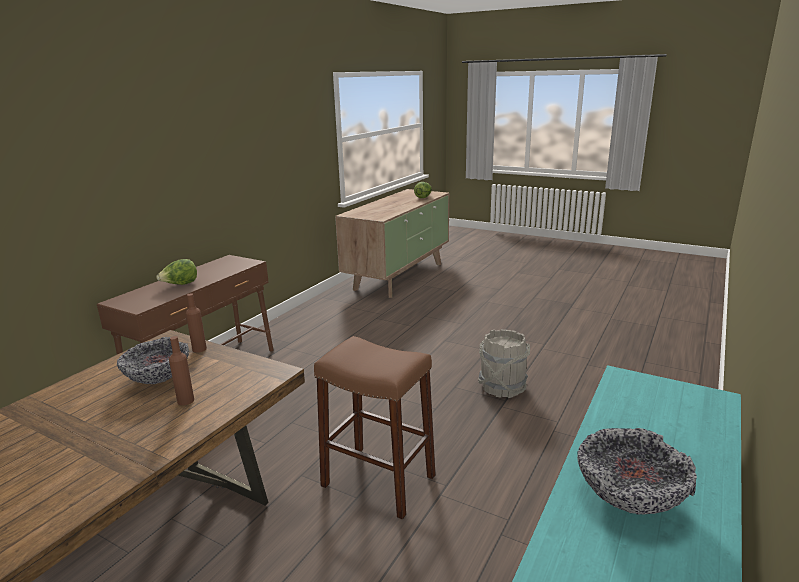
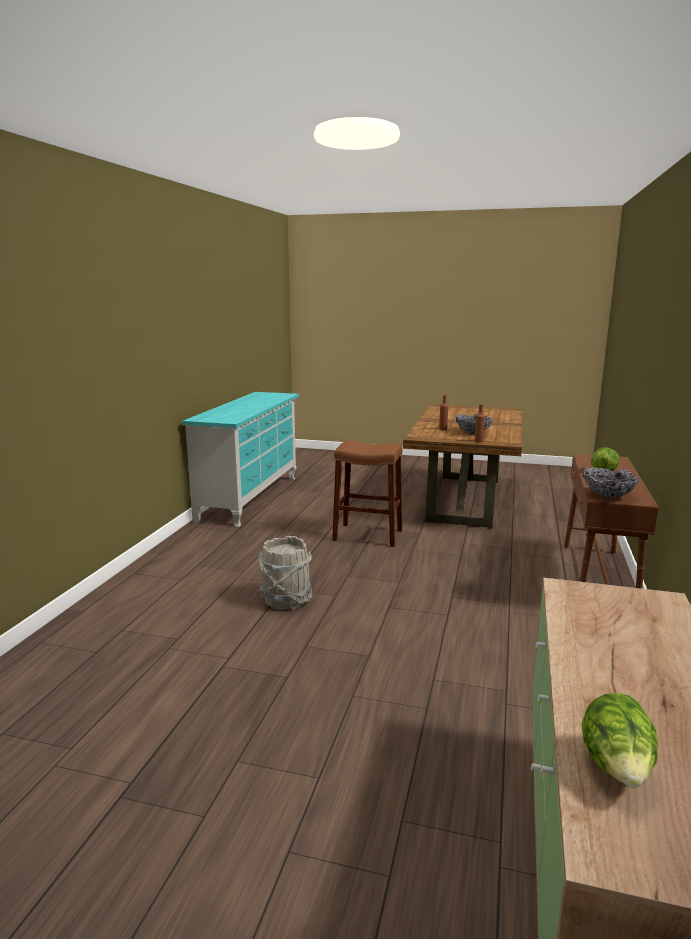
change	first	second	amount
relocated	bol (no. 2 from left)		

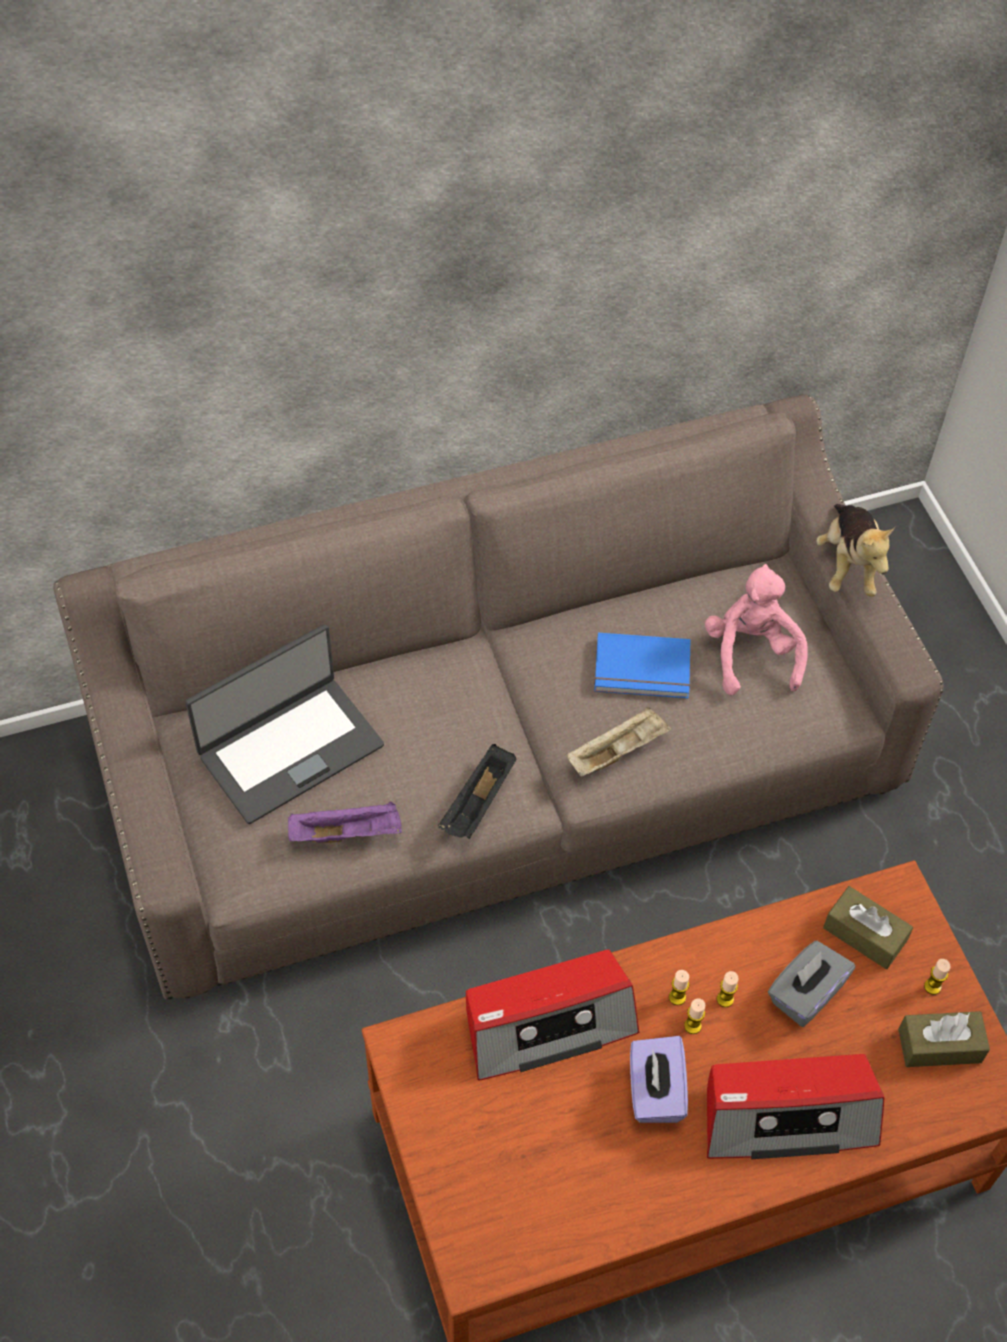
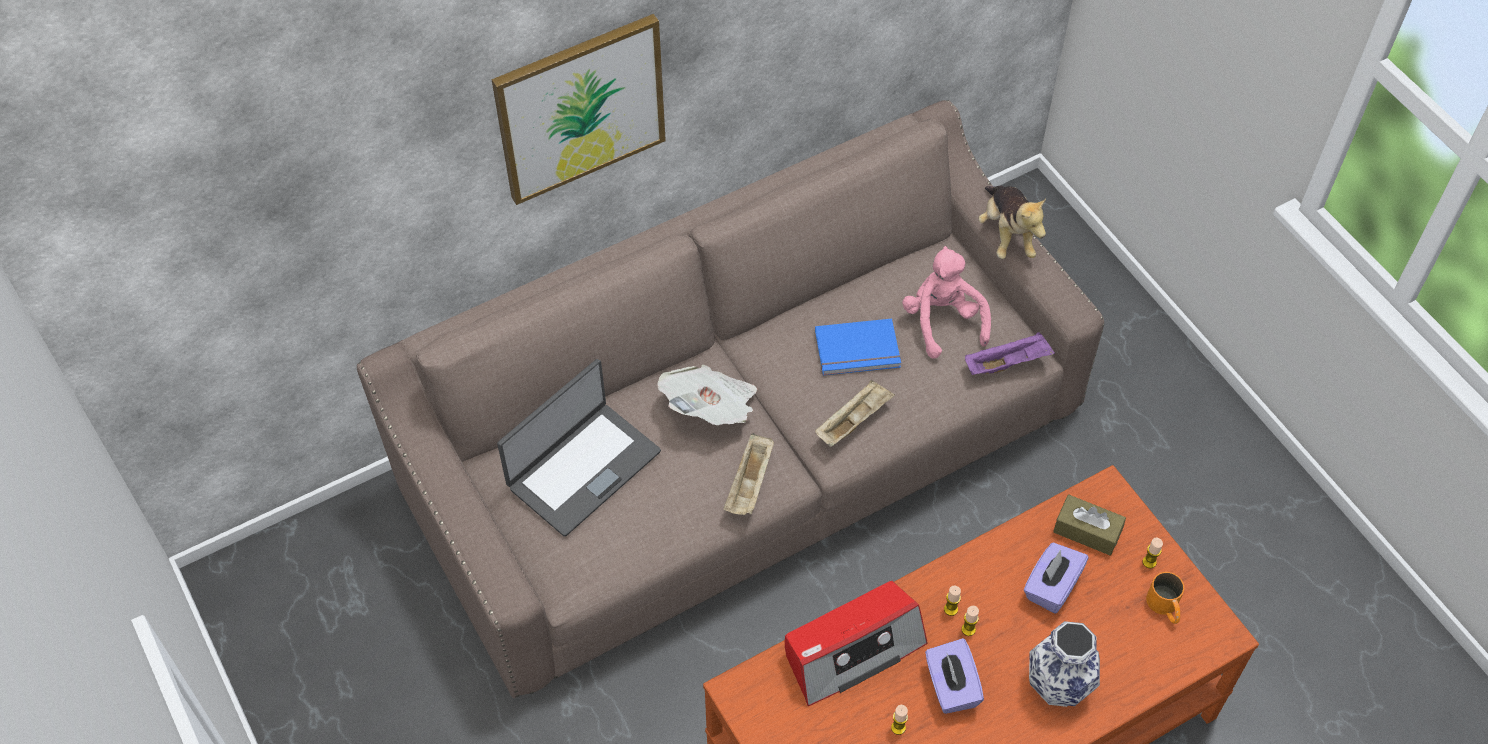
change	first	second	amount
appeared		tableau	
appeared		journal	
colour	plateau [noir]	plateau [beige] (no. 1 from left)	
relocated	bougie (no. 3 from left in the first image)	bougie (no. 1 from left)	
relocated	plateau [violet]		
colour	boîte à mouchoirs [gris]	boîte à mouchoirs [violet] (no. 2 from left)	
exchanged	radio (no. 2 from left)	vase	
exchanged	boîte à mouchoirs [marron] (no. 2 from left)	mug [orange]	

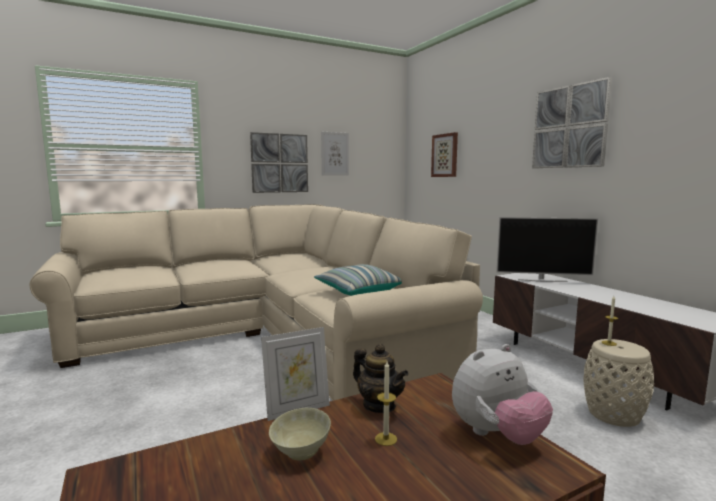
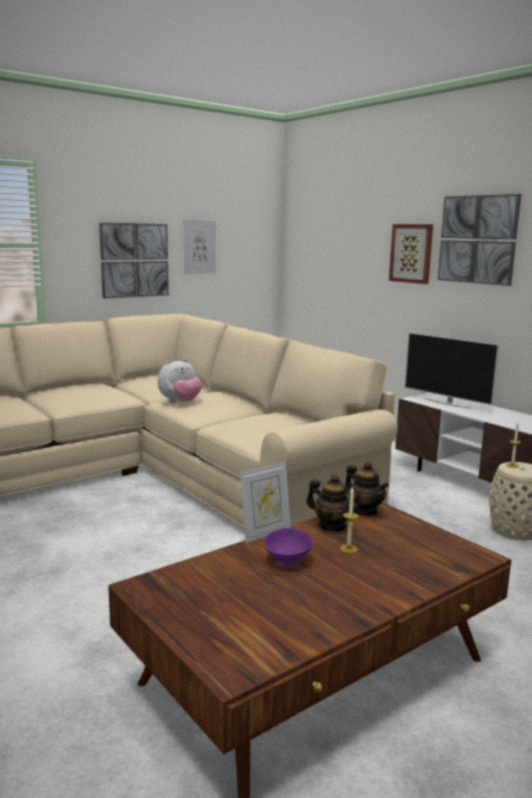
change	first	second	amount
relocated	peluche		
colour	bol [beige]	bol [violet]	
appeared		théière (no. 2 from left)	
relocated	tableau (no. 3 from left)		
spun	téléviseur		45 degrees clockwise
missing	coussin		

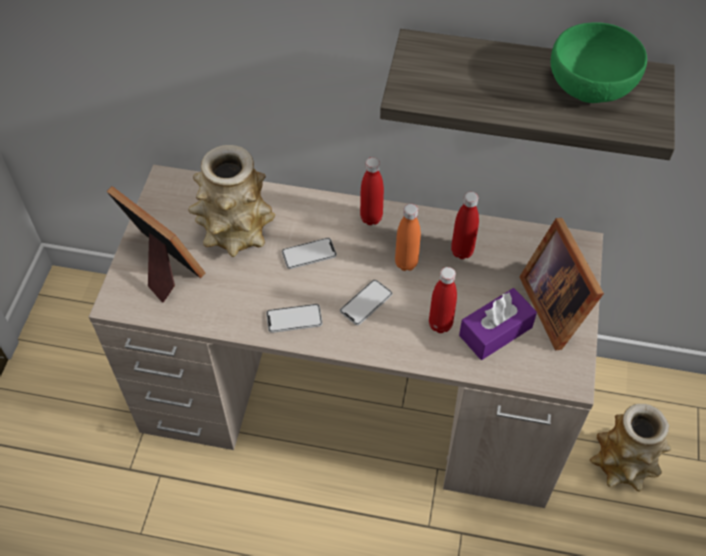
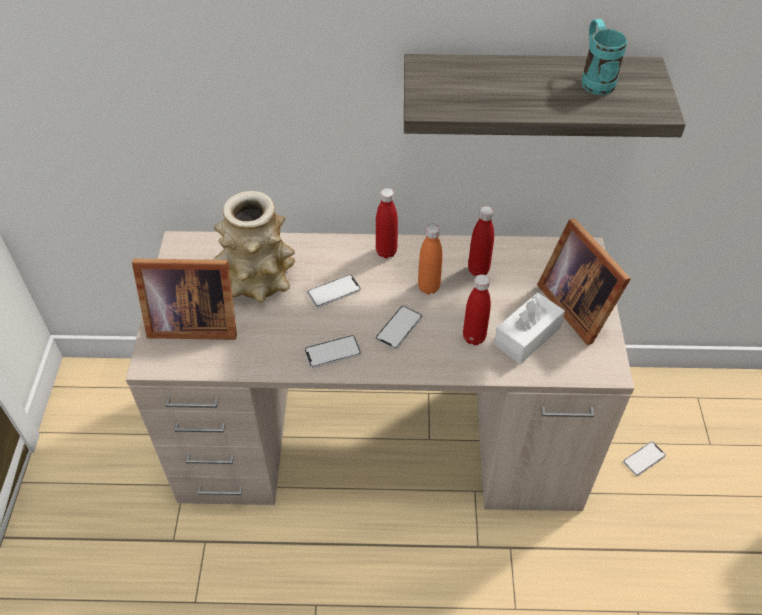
change	first	second	amount
spun	cadre photo (no. 1 from left)		150 degrees clockwise
colour	boîte à mouchoirs [violet]	boîte à mouchoirs [blanc]	
exchanged	bol [vert]	mug [turquoise]	
exchanged	vase (no. 2 from left)	téléphone (no. 4 from left)	

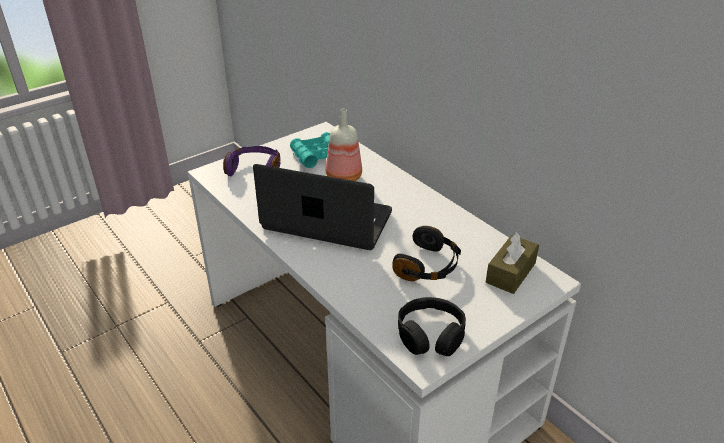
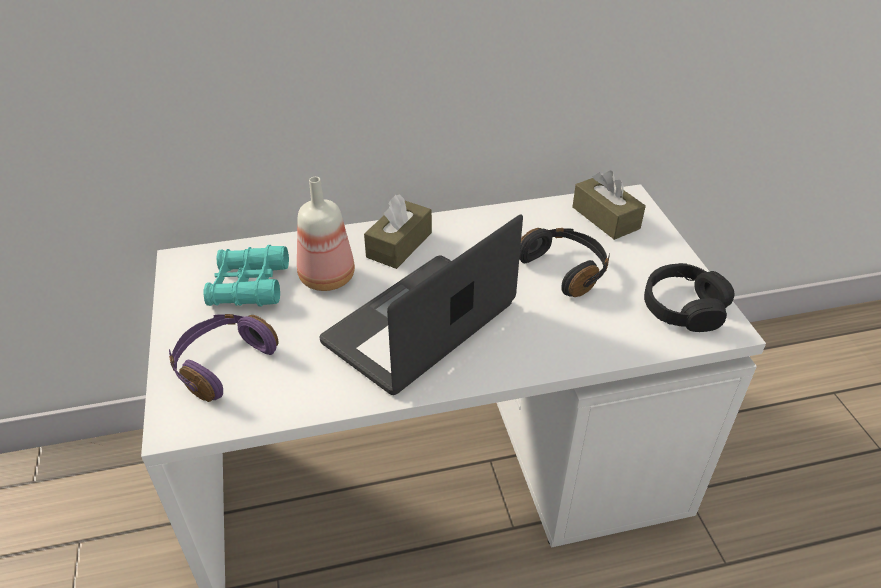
change	first	second	amount
appeared		boîte à mouchoirs [marron] (no. 1 from left)	

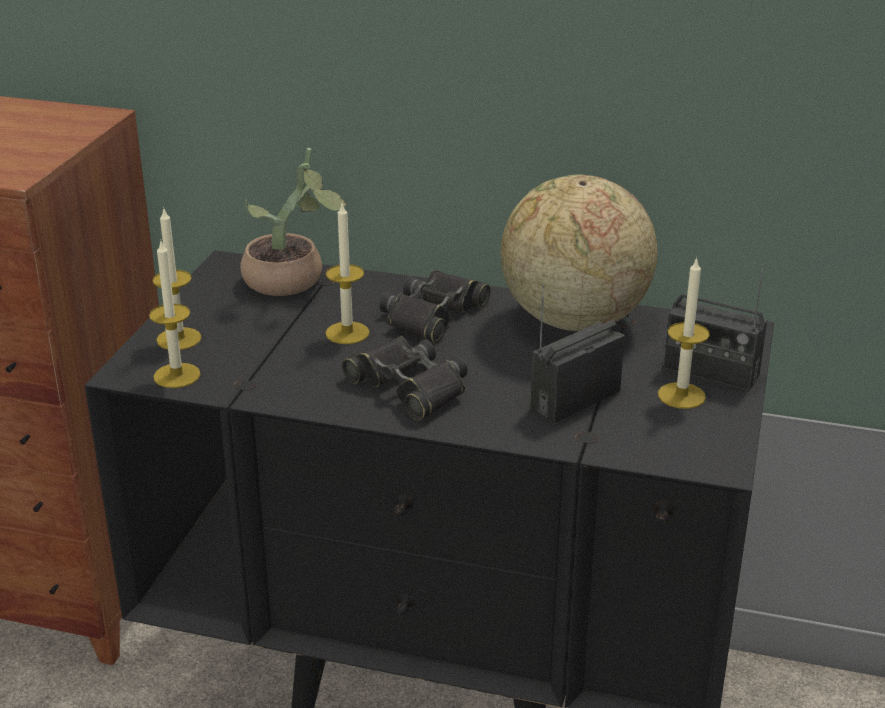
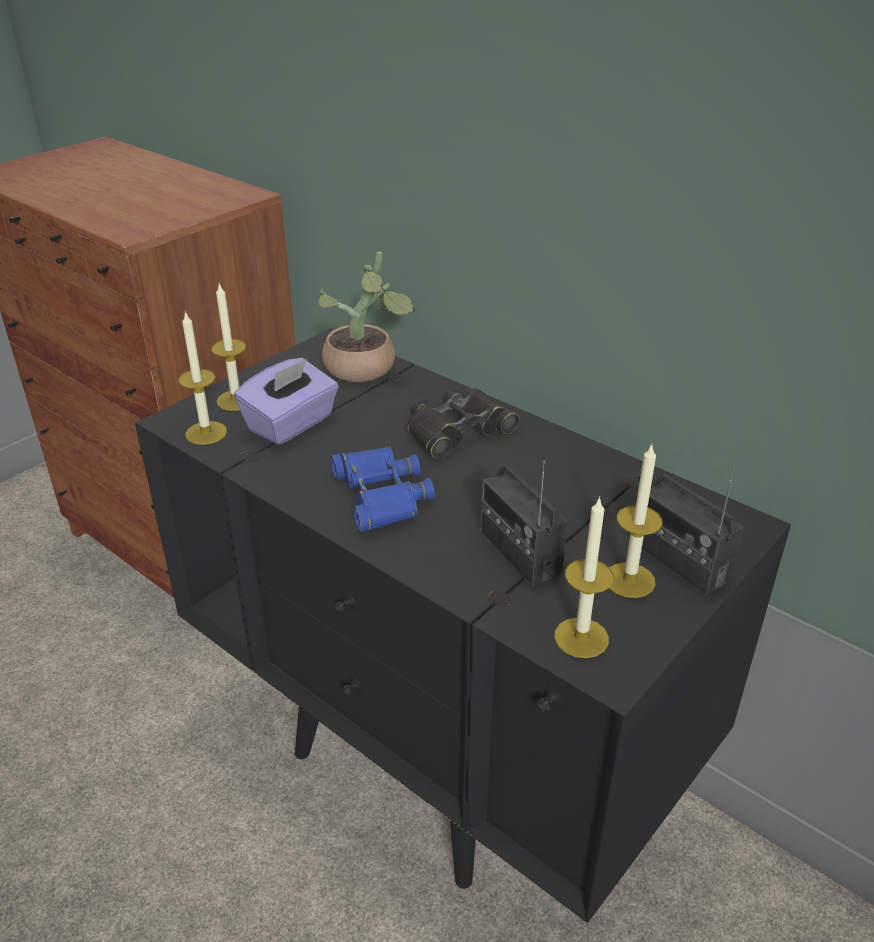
change	first	second	amount
appeared		boîte à mouchoirs [violet]	
colour	jumelles [noir] (no. 1 from left)	jumelles [bleu]	
spun	radio (no. 1 from left)		105 degrees counterclockwise
relocated	bougie (no. 3 from left)		
missing	globe		

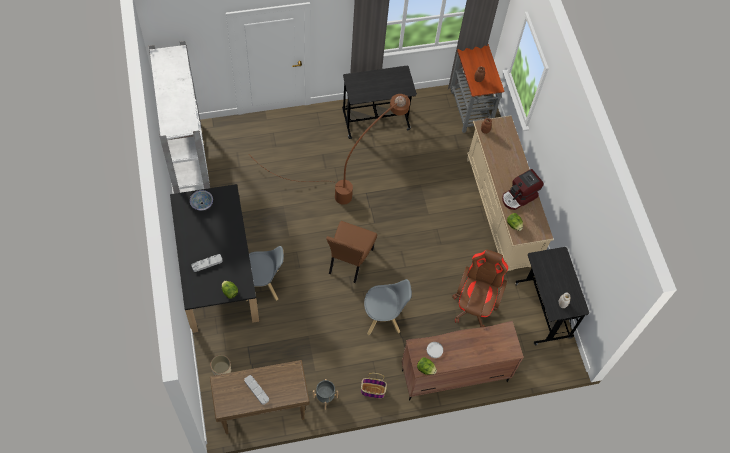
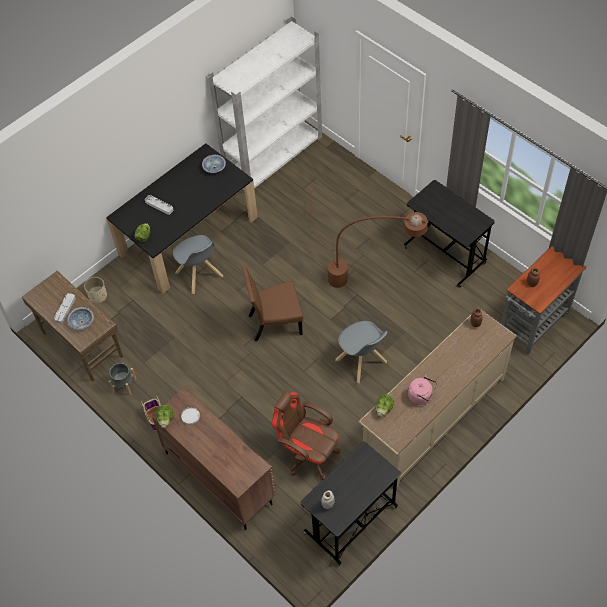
change	first	second	amount
appeared		bol (no. 1 from left)	
spun	chaise de bureau [marron]		135 degrees counterclockwise
relocated	chaise [gris] (no. 2 from left)		
exchanged	machine à café	bouilloire [rose]	

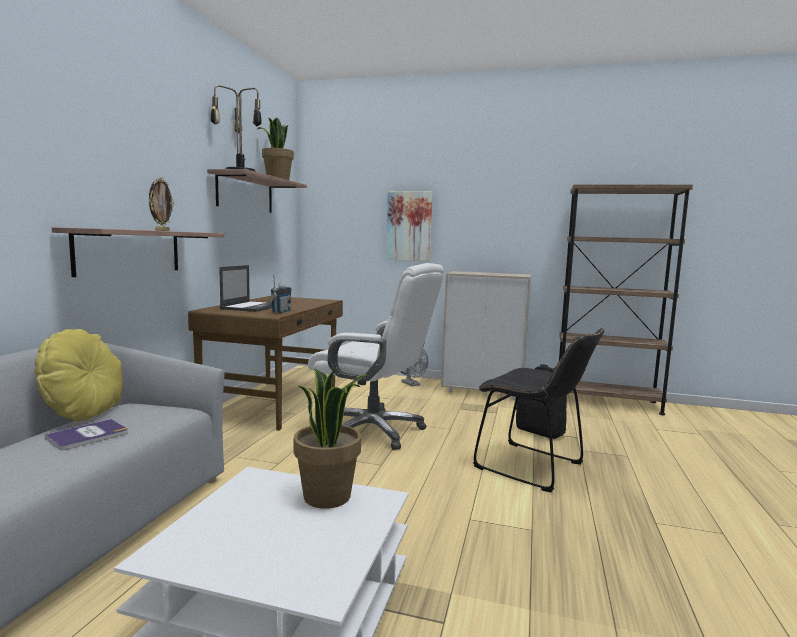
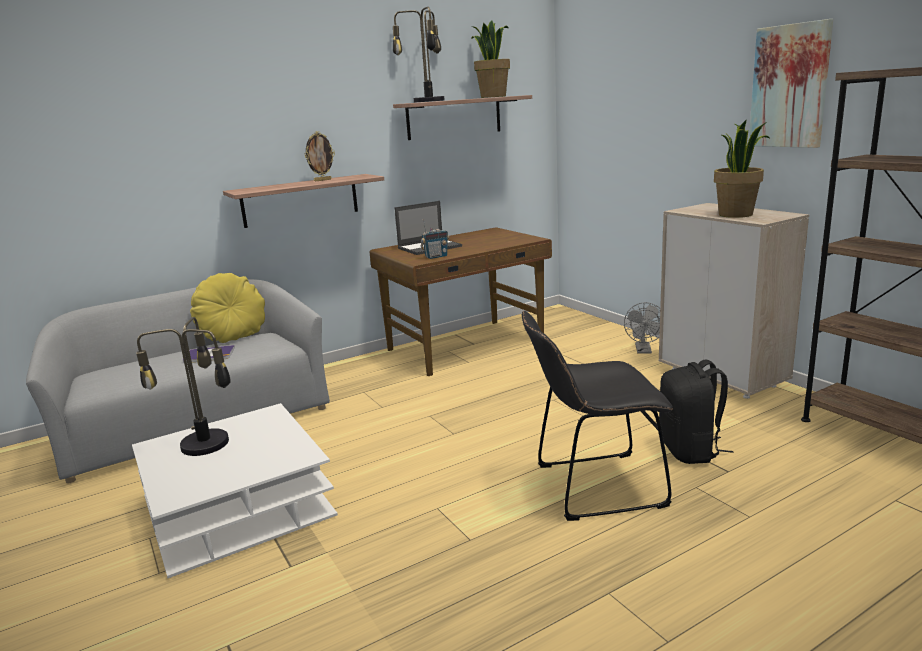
change	first	second	amount
appeared		lampe de table (no. 1 from left)	
spun	chaise [noir]		90 degrees clockwise
relocated	plante en pot (no. 2 from left)		
relocated	tableau		
missing	chaise de bureau [blanc]		

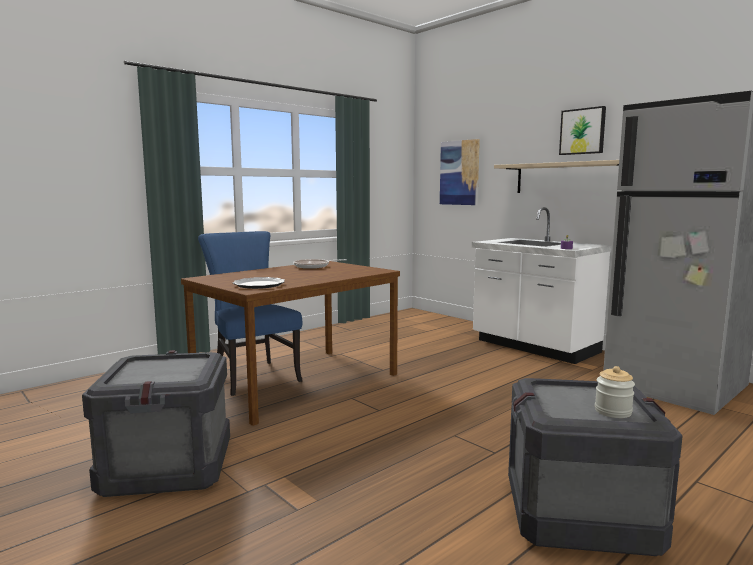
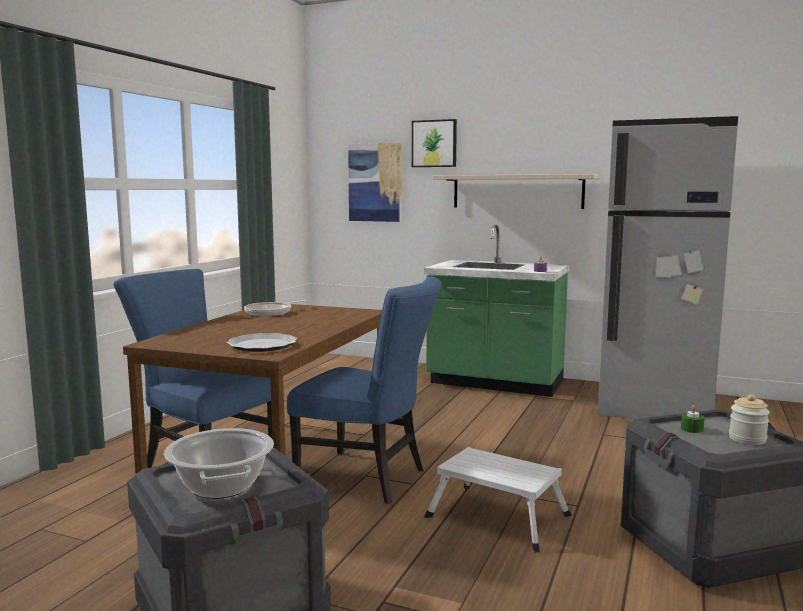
change	first	second	amount
appeared		marmite	
appeared		chaise [bleu] (no. 2 from left)	
relocated	tableau (no. 2 from left)		
colour	comptoir de cuisine [blanc]	comptoir de cuisine [vert]	
appeared		escabeau [blanc]	
appeared		bougie [vert]	

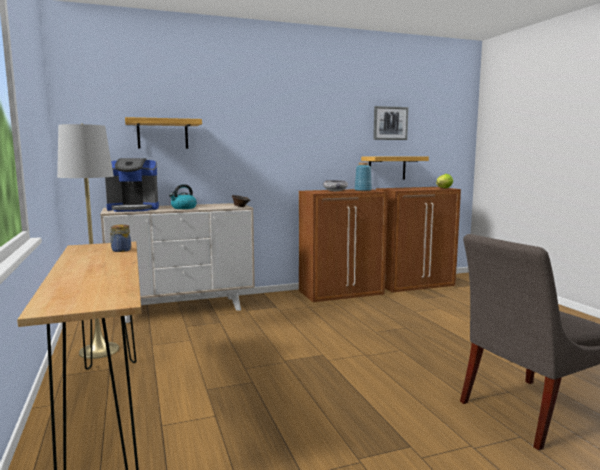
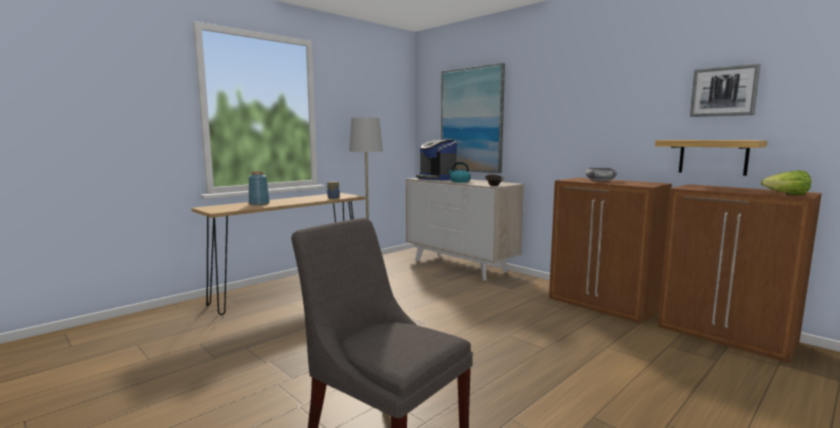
change	first	second	amount
relocated	vase [bleu]		
exchanged	étagère (no. 1 from left)	tableau (no. 1 from left)	

